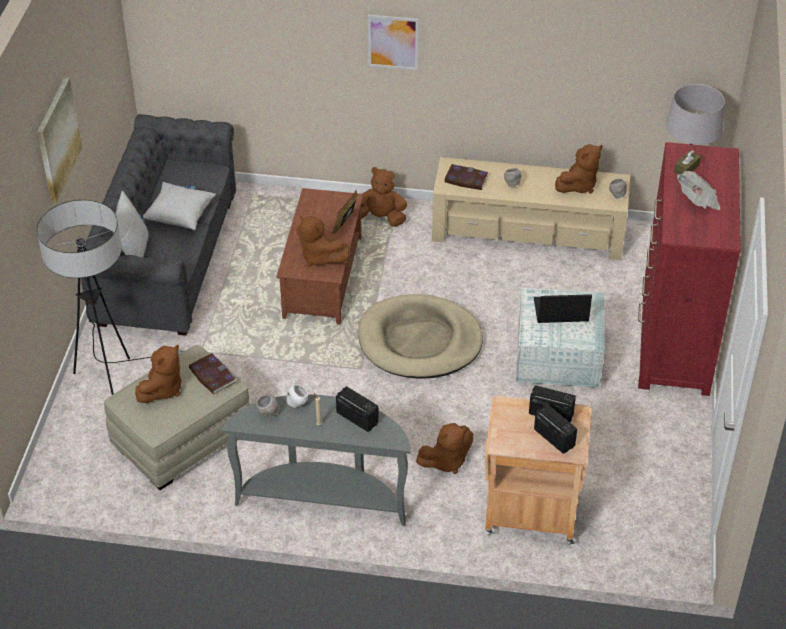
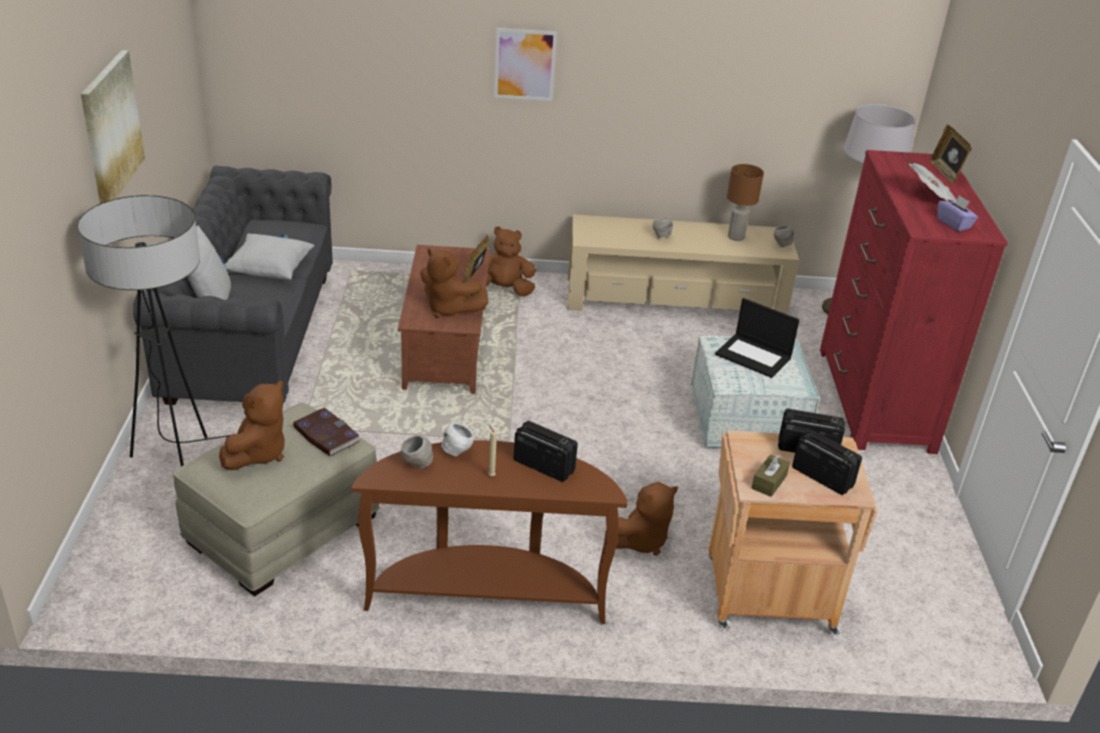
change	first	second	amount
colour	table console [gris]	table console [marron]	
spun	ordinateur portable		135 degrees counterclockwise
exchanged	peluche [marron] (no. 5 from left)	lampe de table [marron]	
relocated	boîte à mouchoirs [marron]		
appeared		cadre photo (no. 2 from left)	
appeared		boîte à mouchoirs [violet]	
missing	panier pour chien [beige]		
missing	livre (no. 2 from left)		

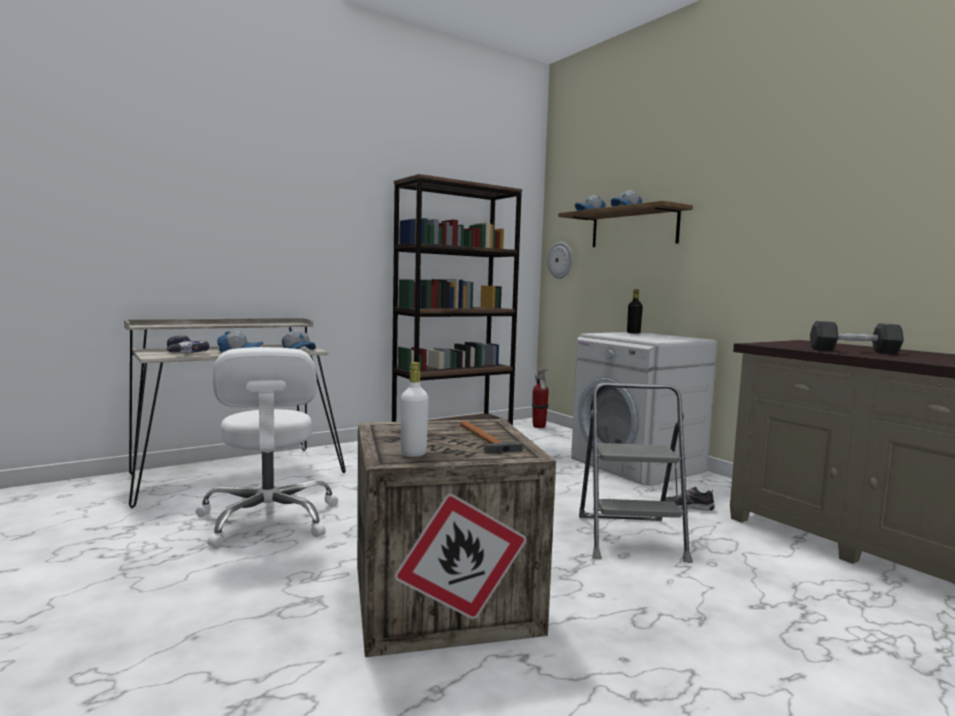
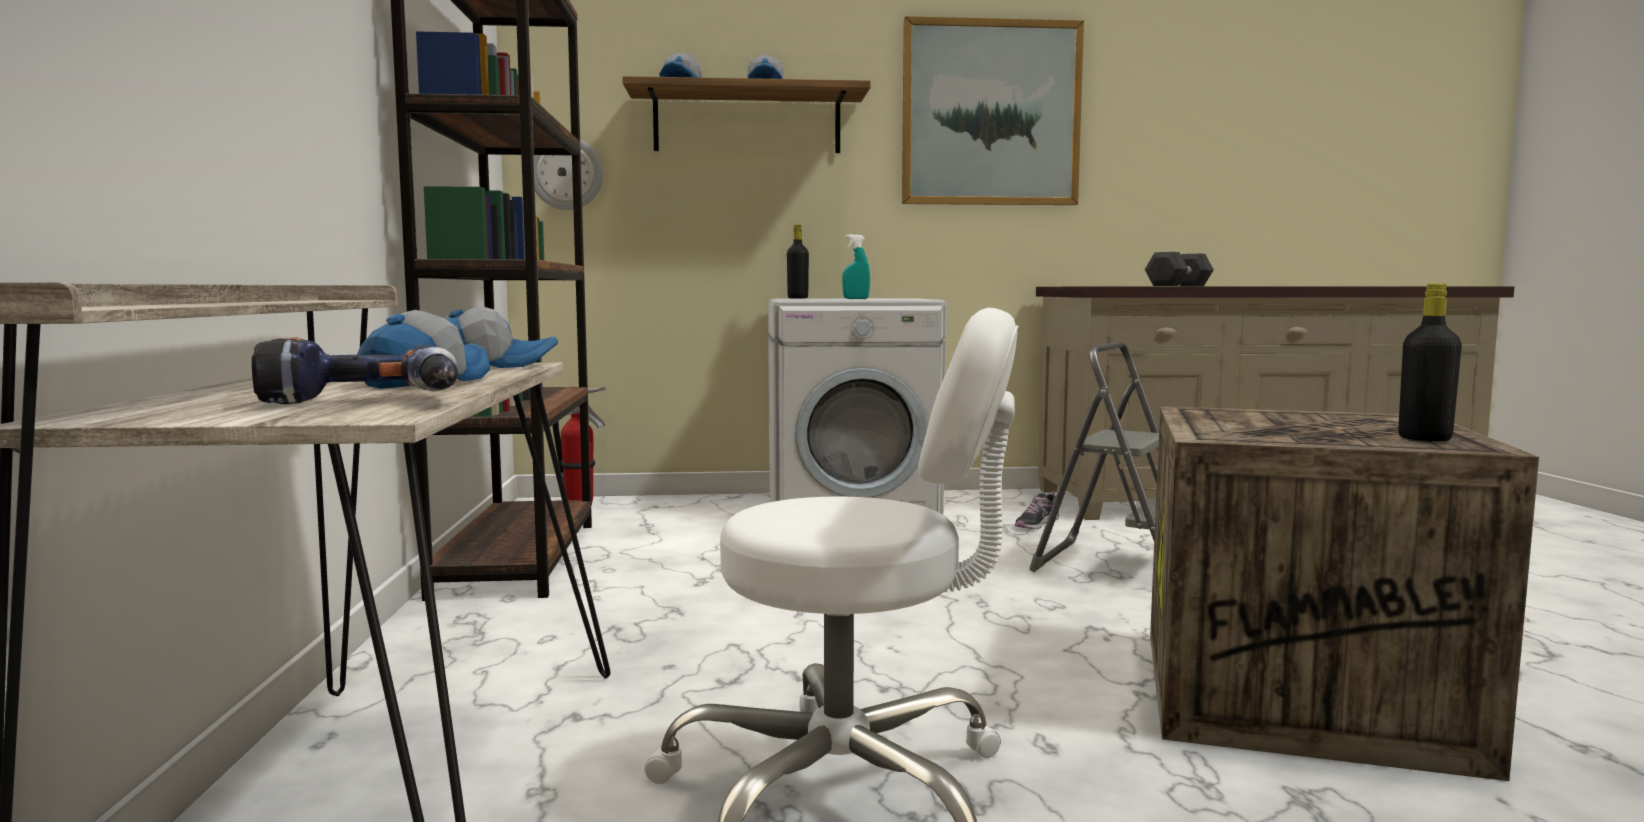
change	first	second	amount
appeared		vaporisateur [turquoise]	
appeared		tableau	
colour	bouteille [blanc]	bouteille [noir] (no. 2 from left)	
missing	marteau		

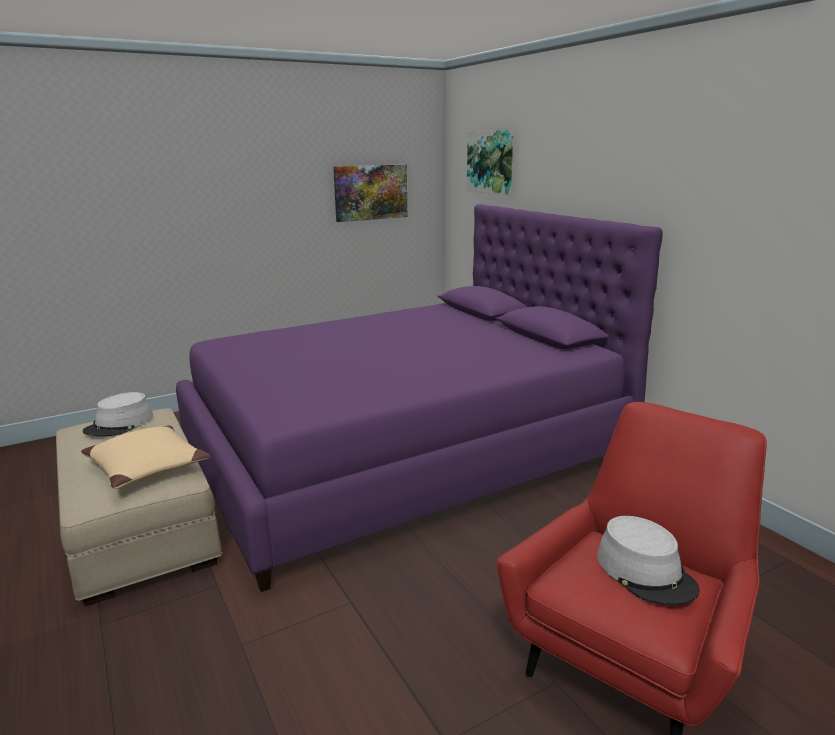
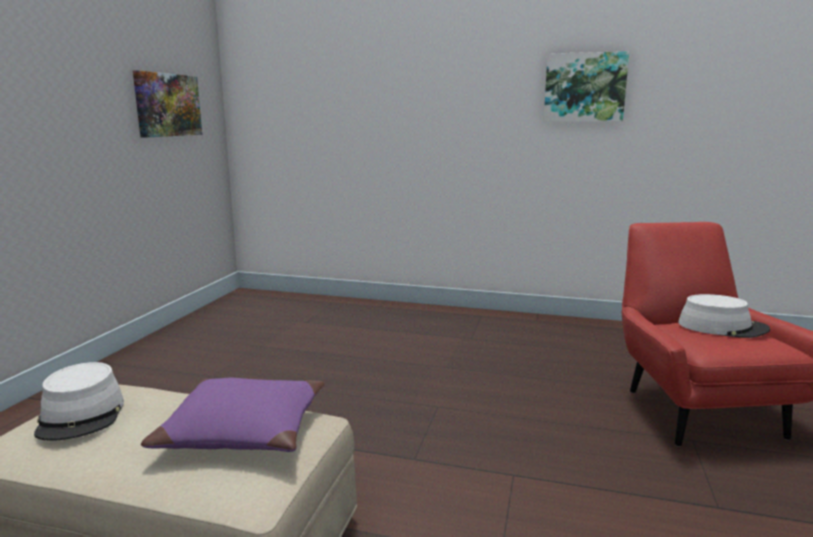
change	first	second	amount
colour	coussin [beige]	coussin [violet]	
relocated	tableau (no. 2 from left)		
missing	lit [violet]		

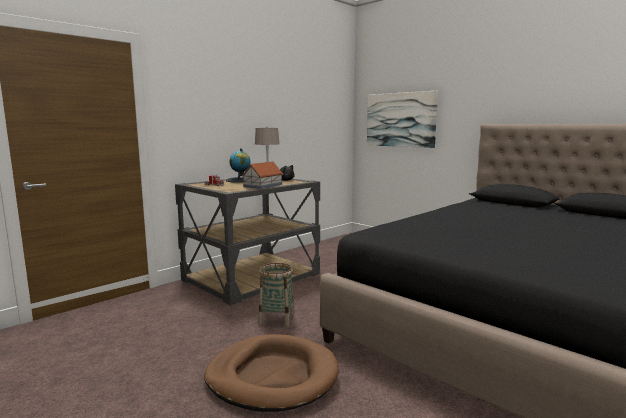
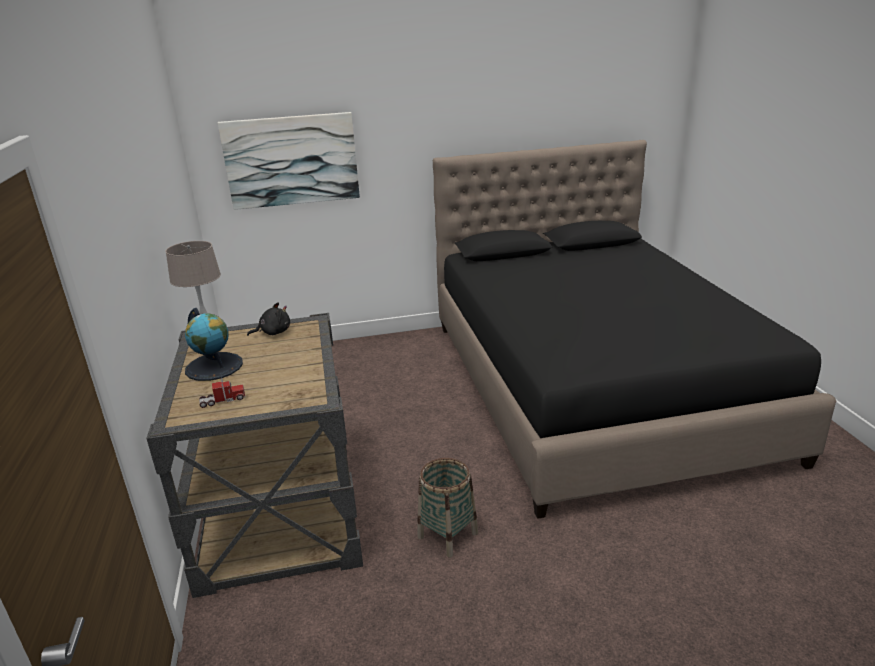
change	first	second	amount
missing	panier pour chien [marron]		
missing	maison miniature		

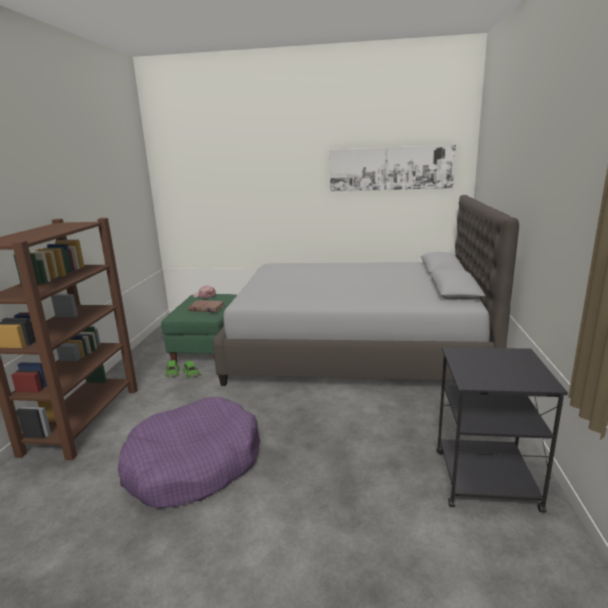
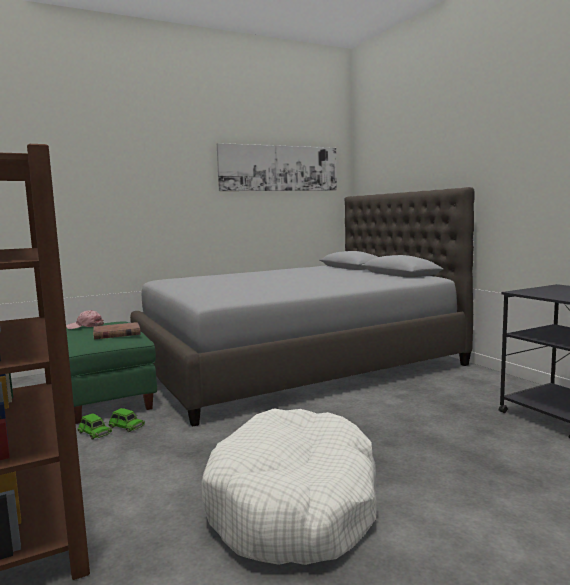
change	first	second	amount
colour	panier pour chien [violet]	panier pour chien [blanc]	

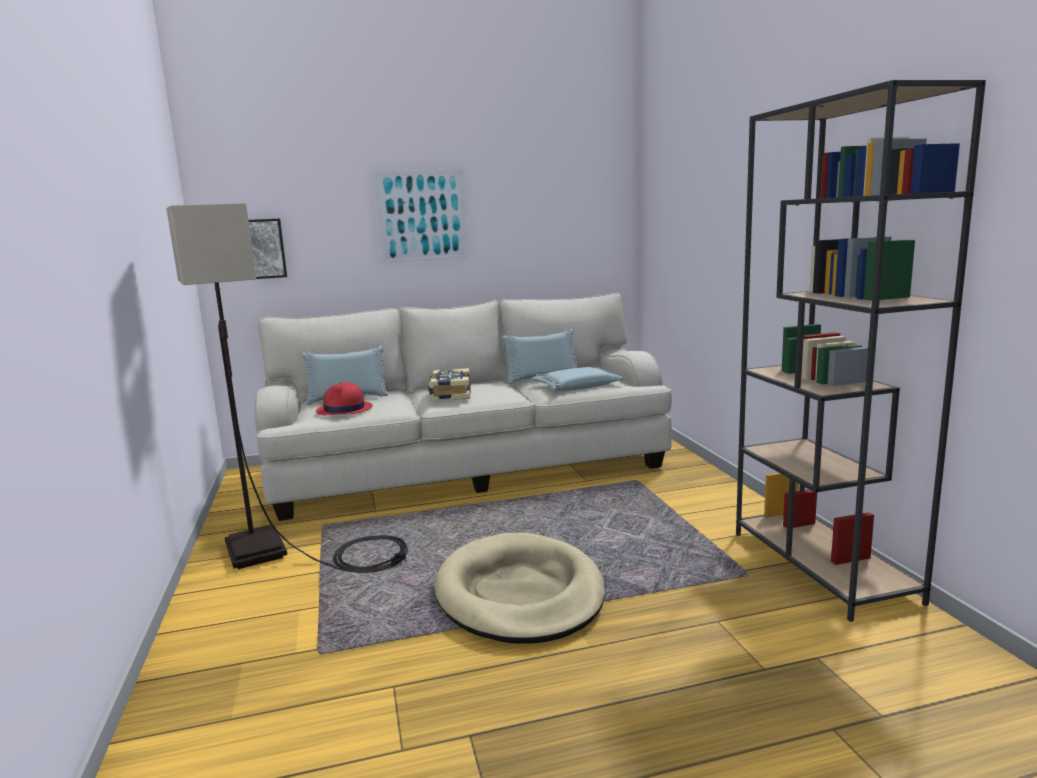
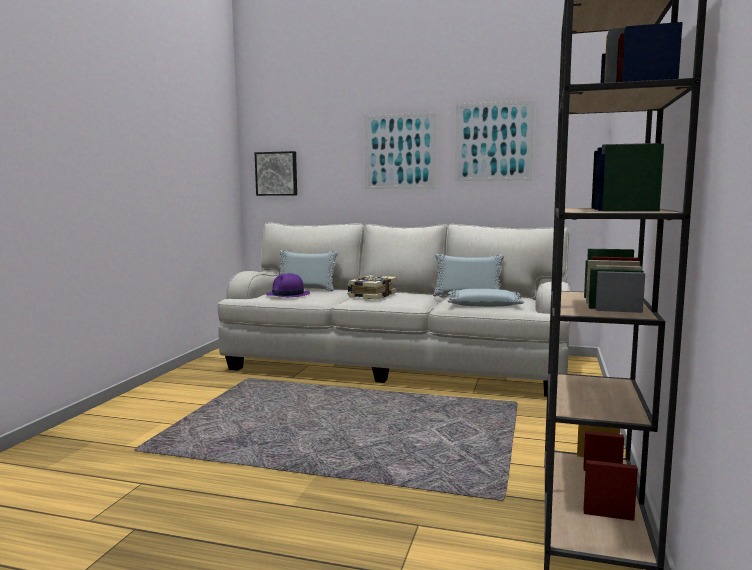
change	first	second	amount
colour	chapeau [rouge]	chapeau [violet]	
appeared		tableau (no. 3 from left)	
missing	lampadaire		
missing	panier pour chien [beige]		

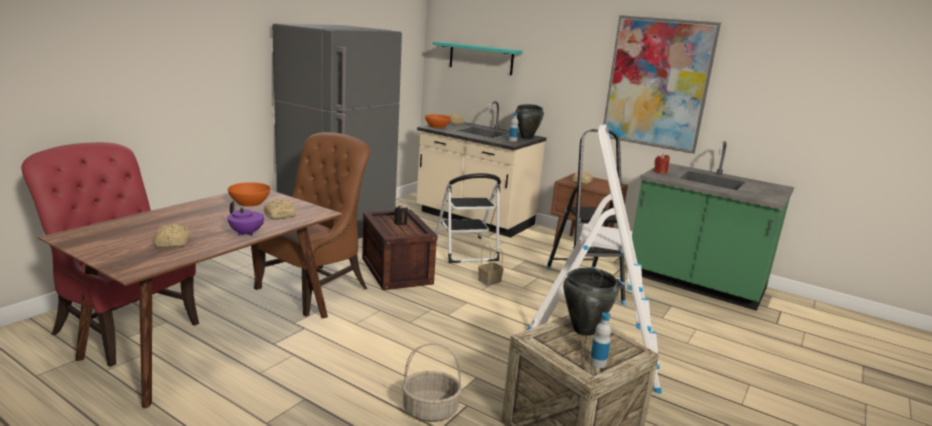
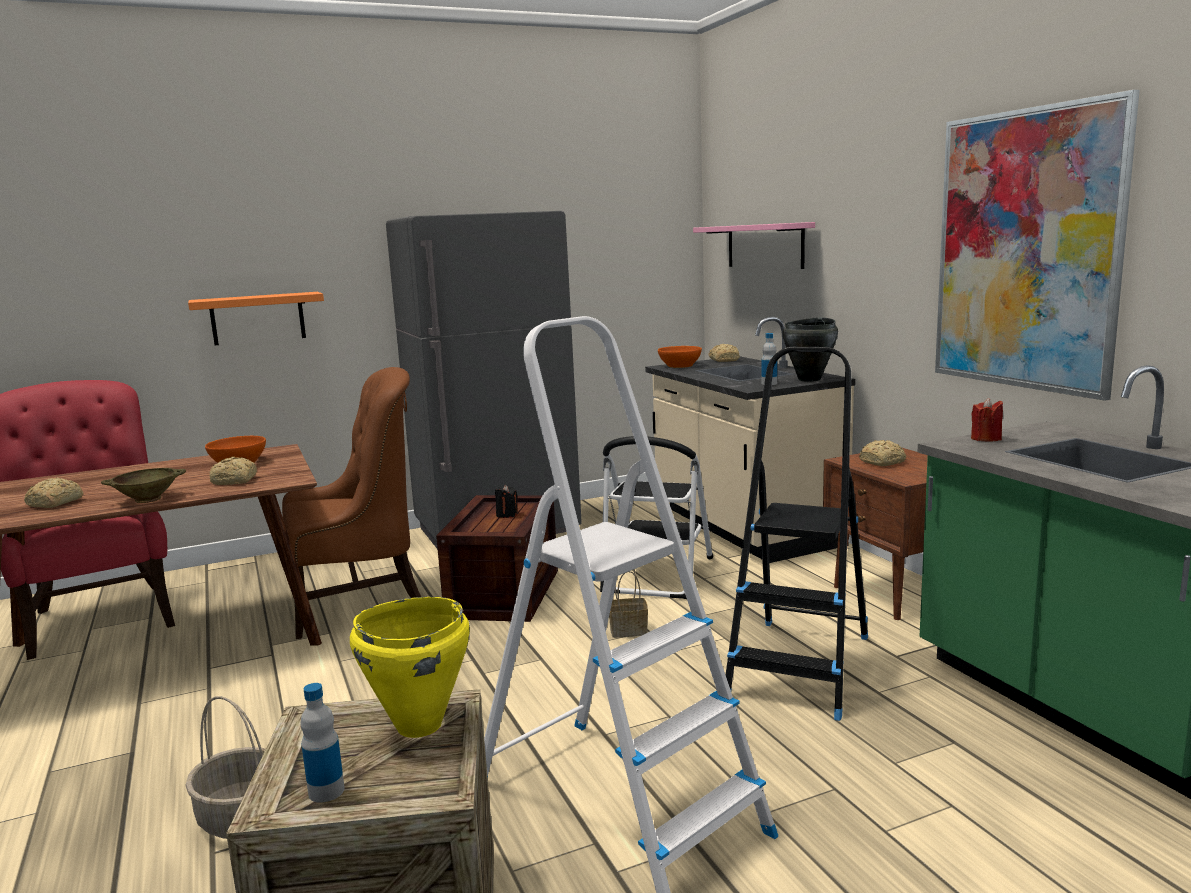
change	first	second	amount
exchanged	théière [violet]	bol [beige]	
appeared		étagère [orange]	
colour	marmite [noir] (no. 2 from left)	marmite [jaune]	
colour	étagère [turquoise]	étagère [rose]	

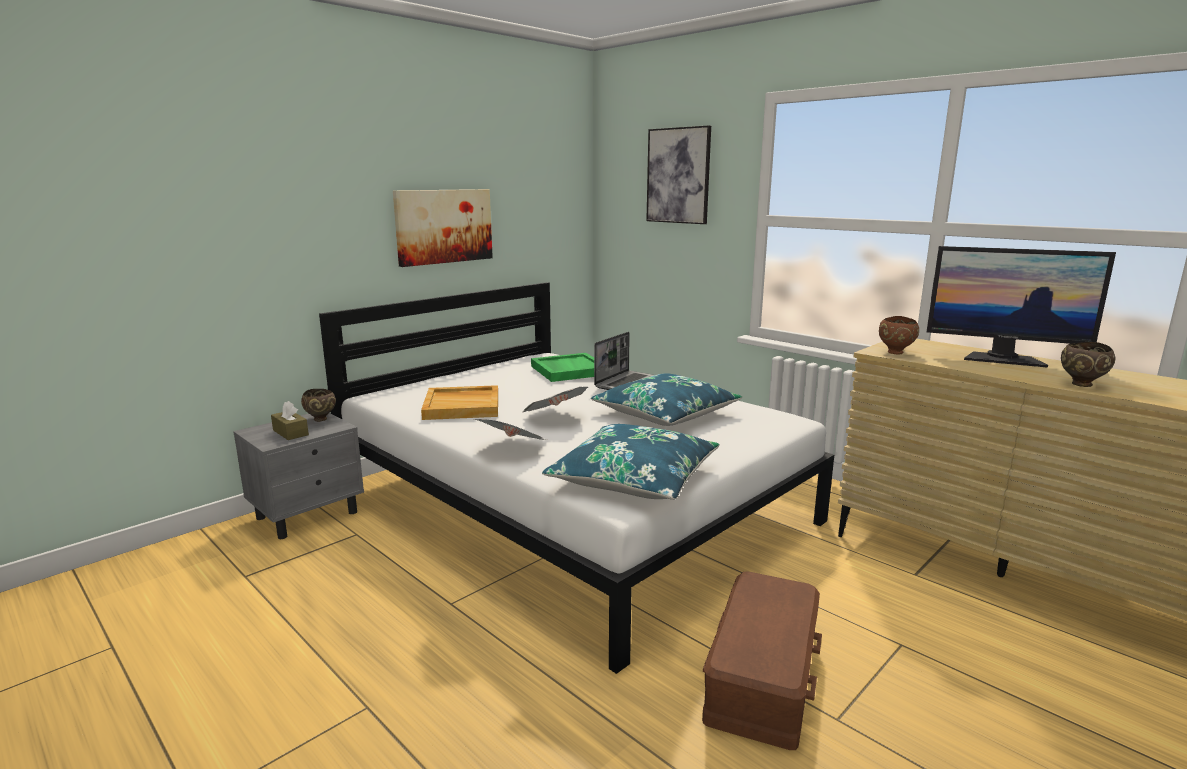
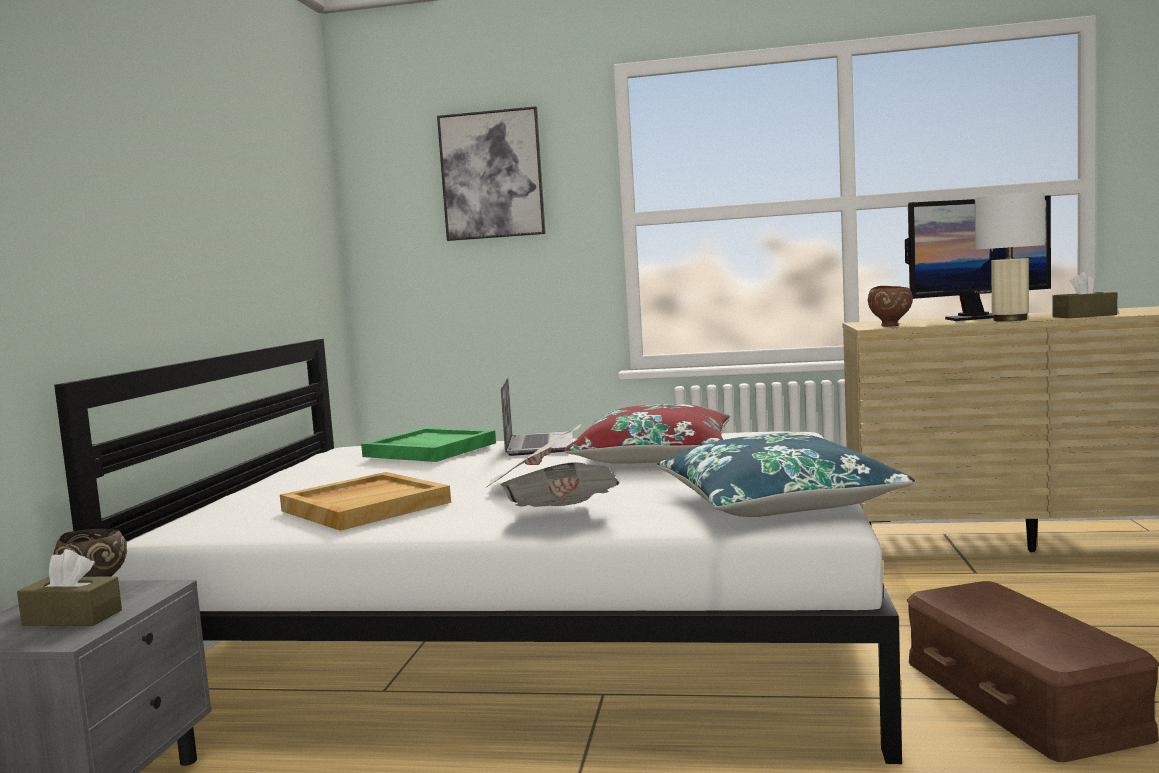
change	first	second	amount
colour	coussin [bleu] (no. 2 from left)	coussin [rouge]	
appeared		lampe de table [blanc]	
exchanged	bol [marron] (no. 3 from left)	boîte à mouchoirs [marron] (no. 2 from left)	
missing	tableau (no. 1 from left)		

